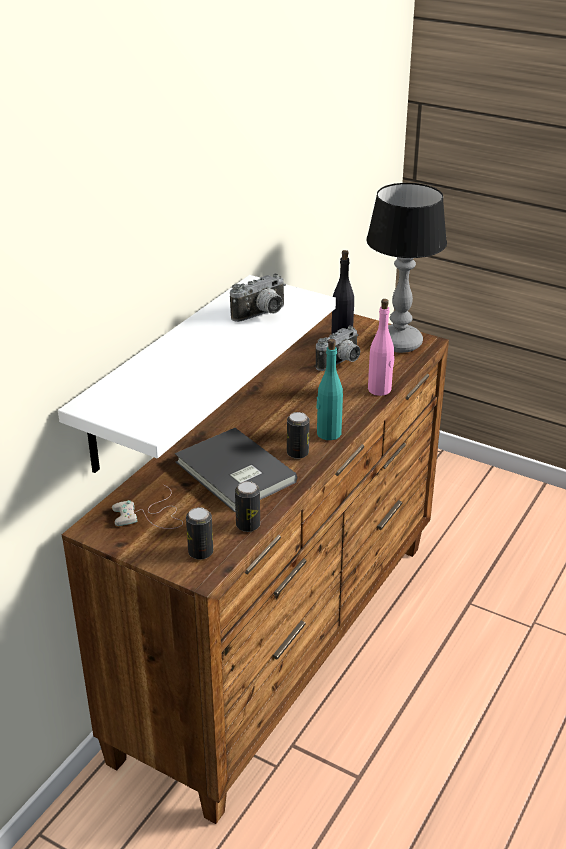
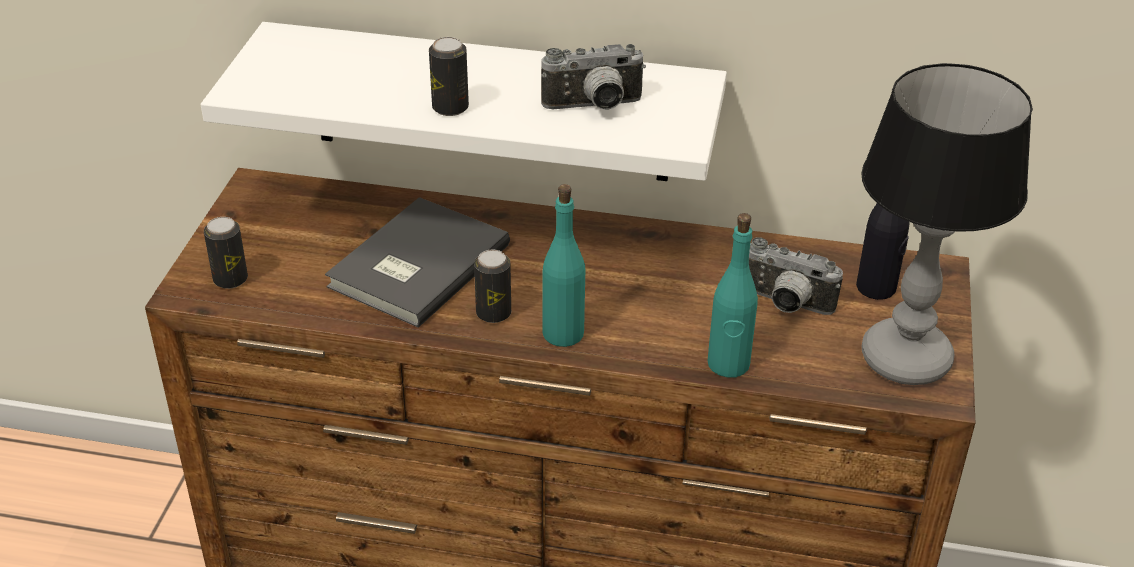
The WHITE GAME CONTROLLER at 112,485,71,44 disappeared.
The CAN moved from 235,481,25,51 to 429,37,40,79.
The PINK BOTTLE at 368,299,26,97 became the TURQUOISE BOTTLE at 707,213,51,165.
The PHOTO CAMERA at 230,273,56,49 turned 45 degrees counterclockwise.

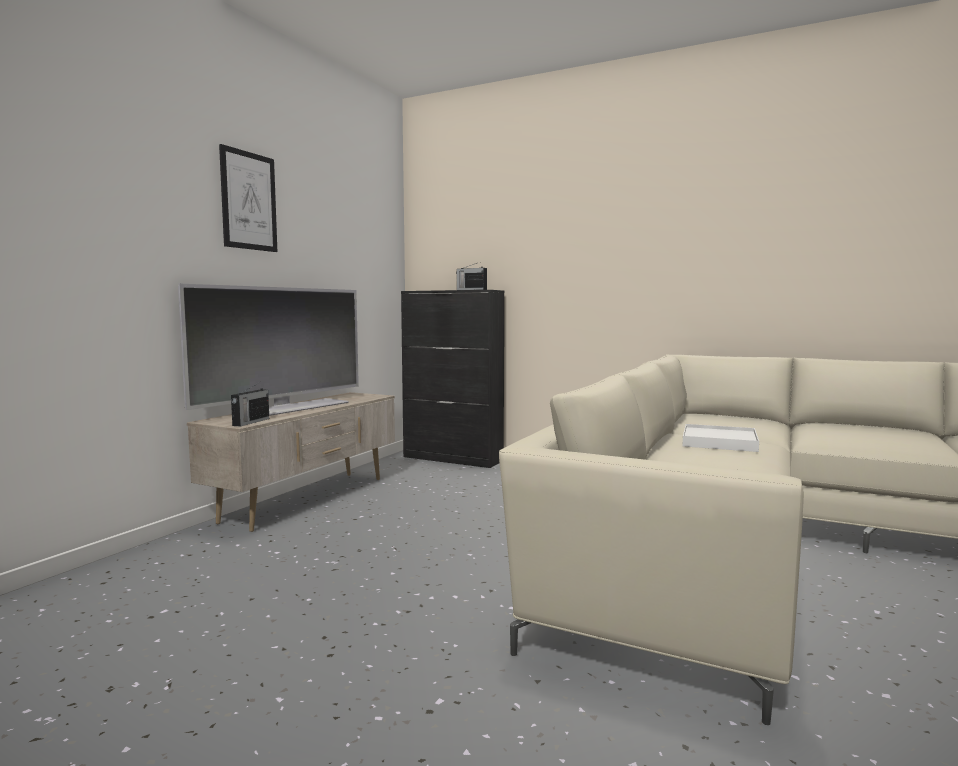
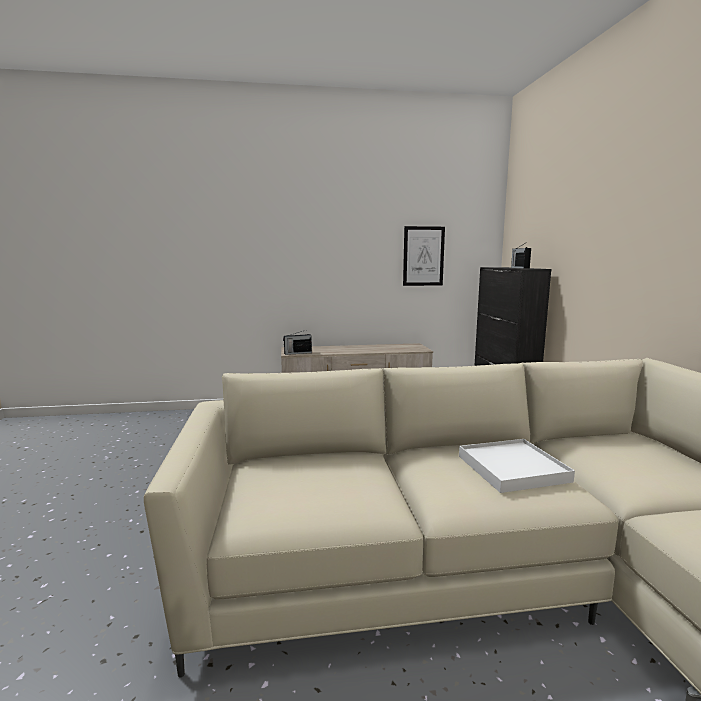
The TELEVISION at 178,284,181,132 disappeared.
The PICTURE moved from 219,144,58,108 to 403,226,42,60.

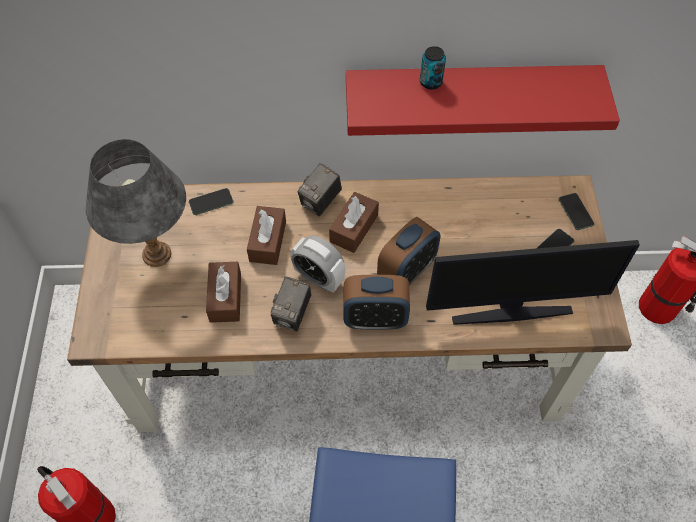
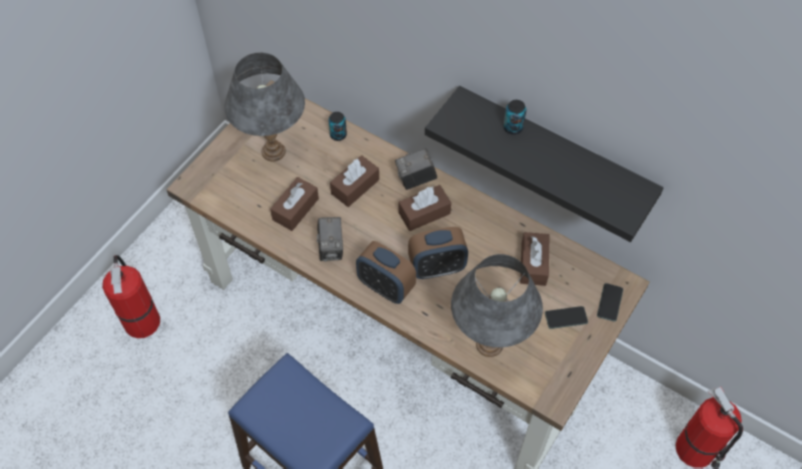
The ALARM CLOCK at 290,235,55,58 disappeared.
The BROWN TISSUE BOX at 520,232,30,54 appeared.
The PHONE at 189,188,44,27 was replaced by the CAN at 328,112,19,29.
The MONITOR at 426,240,214,85 was replaced by the GREY TABLE LAMP at 451,254,92,103.
The RED SHELF at 346,65,274,71 became the BLACK SHELF at 425,86,239,156.
The PHOTO CAMERA at 271,276,41,55 turned 60 degrees counterclockwise.

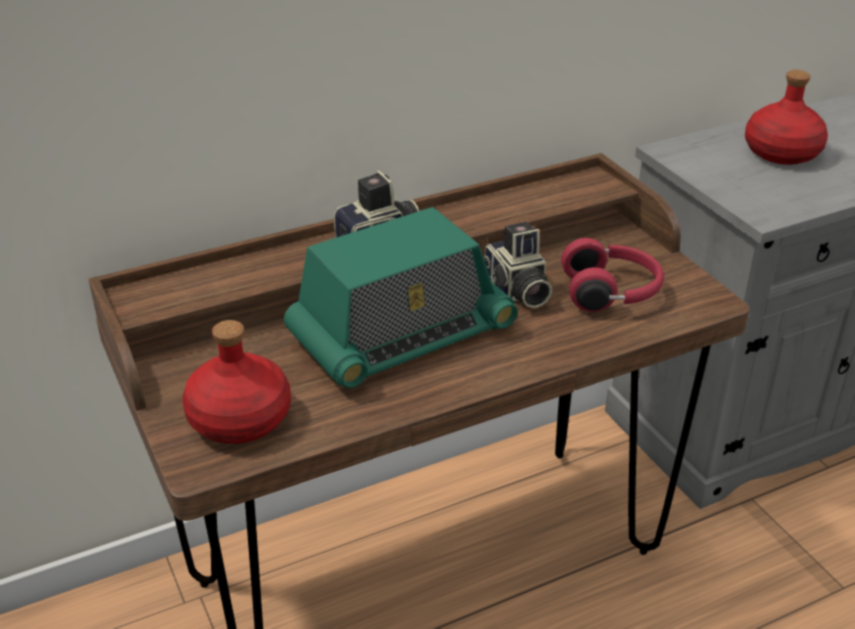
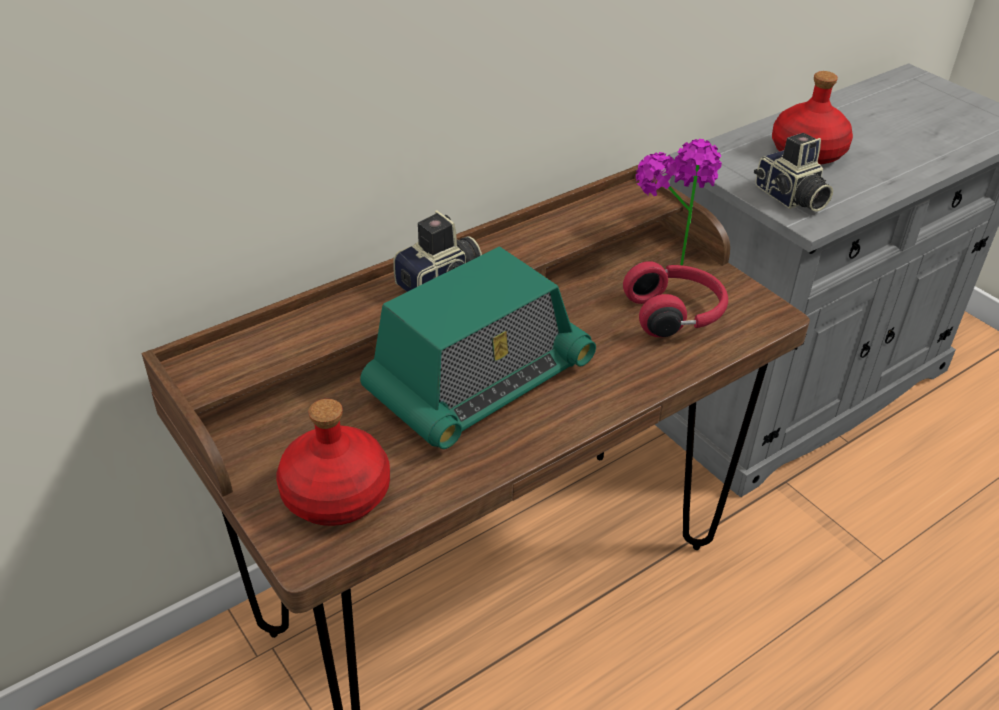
The POTTED PLANT at 636,139,86,126 appeared.
The PHOTO CAMERA moved from 483,222,69,86 to 754,133,79,79.

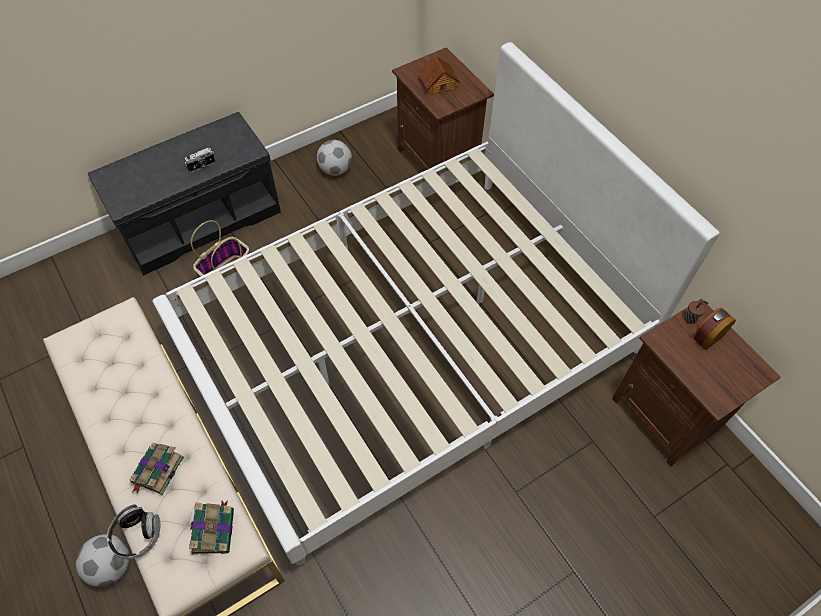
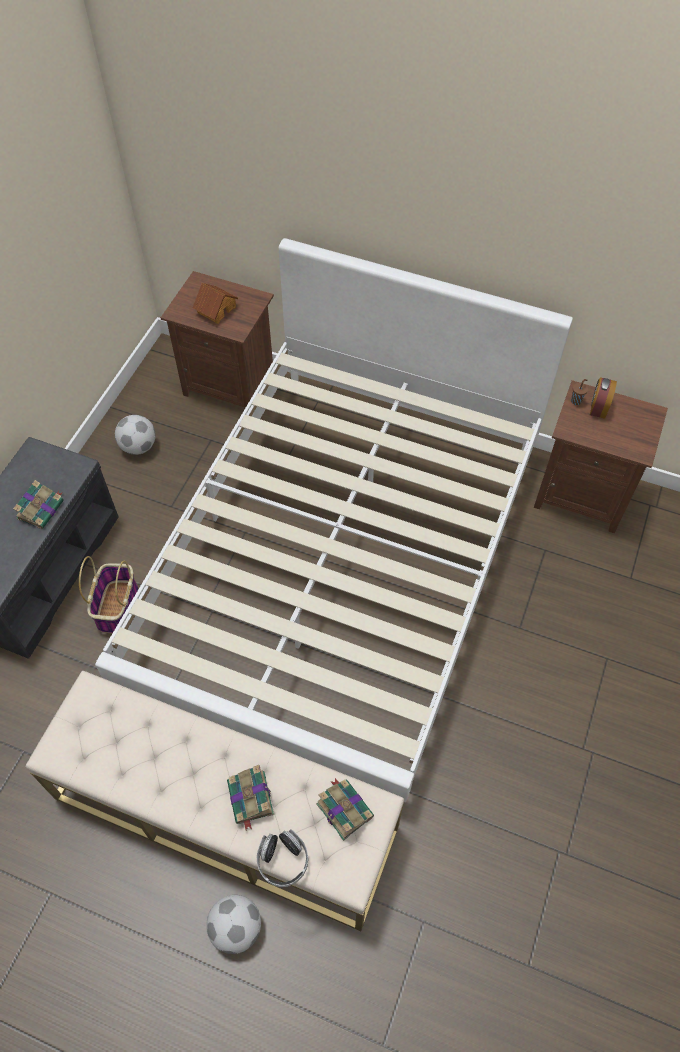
The PHOTO CAMERA at 184,148,31,24 was replaced by the BOOK at 13,480,51,49.

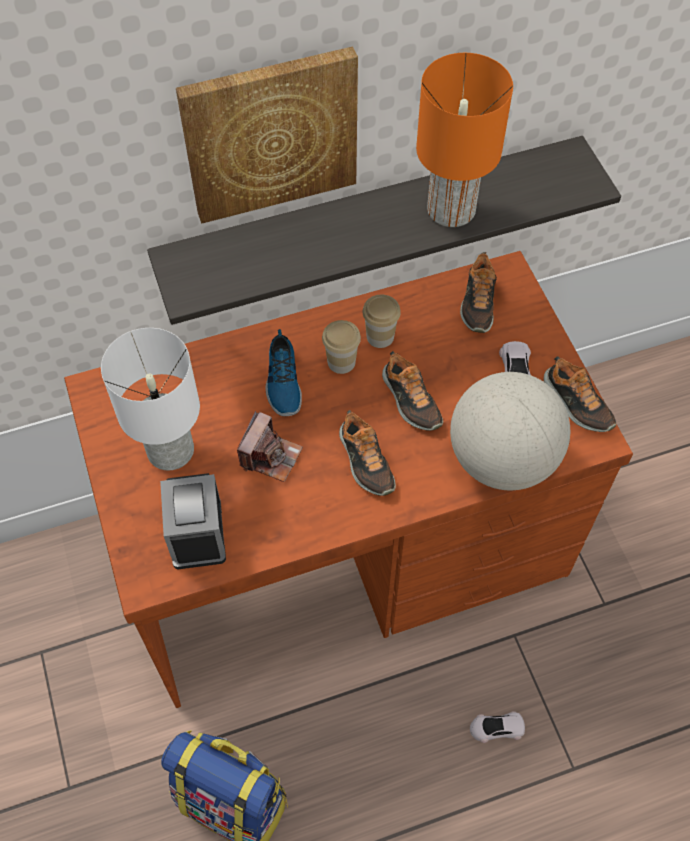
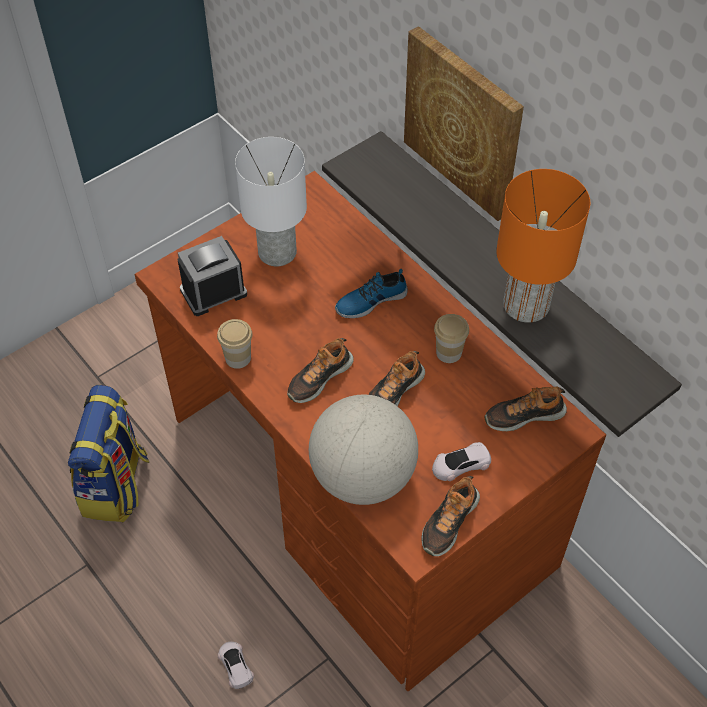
The PHOTO CAMERA at 237,411,66,71 disappeared.
The CUP moved from 322,320,39,54 to 217,319,36,50.

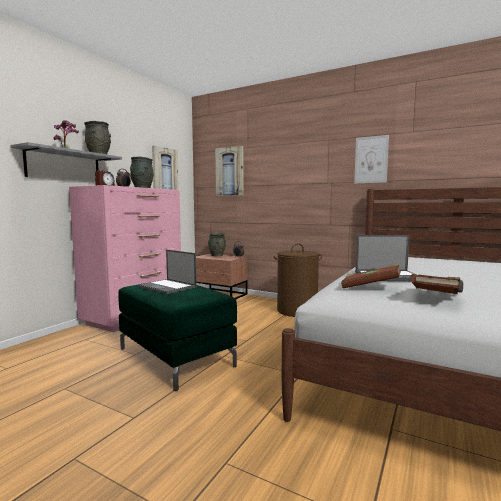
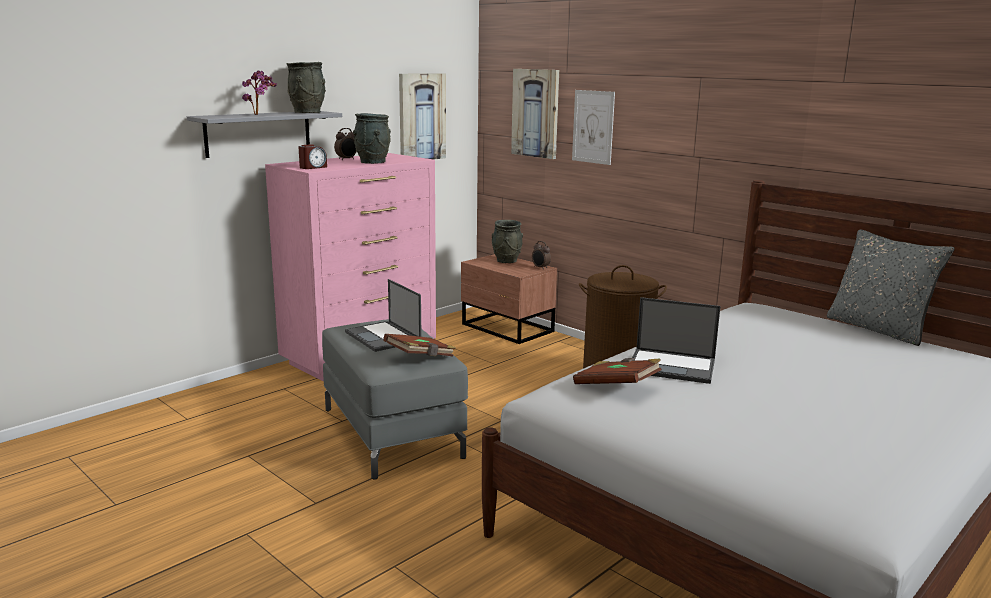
The GREY PILLOW at 827,229,128,117 appeared.
The PICTURE moved from 354,135,35,49 to 572,90,43,75.
The BROWN BOOK moved from 410,274,53,20 to 383,334,73,22.
The GREEN OTTOMAN at 118,283,119,108 became the GREY OTTOMAN at 322,319,146,161.

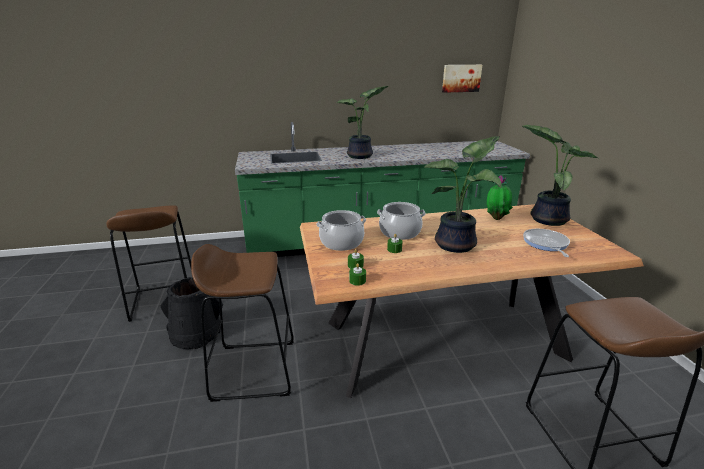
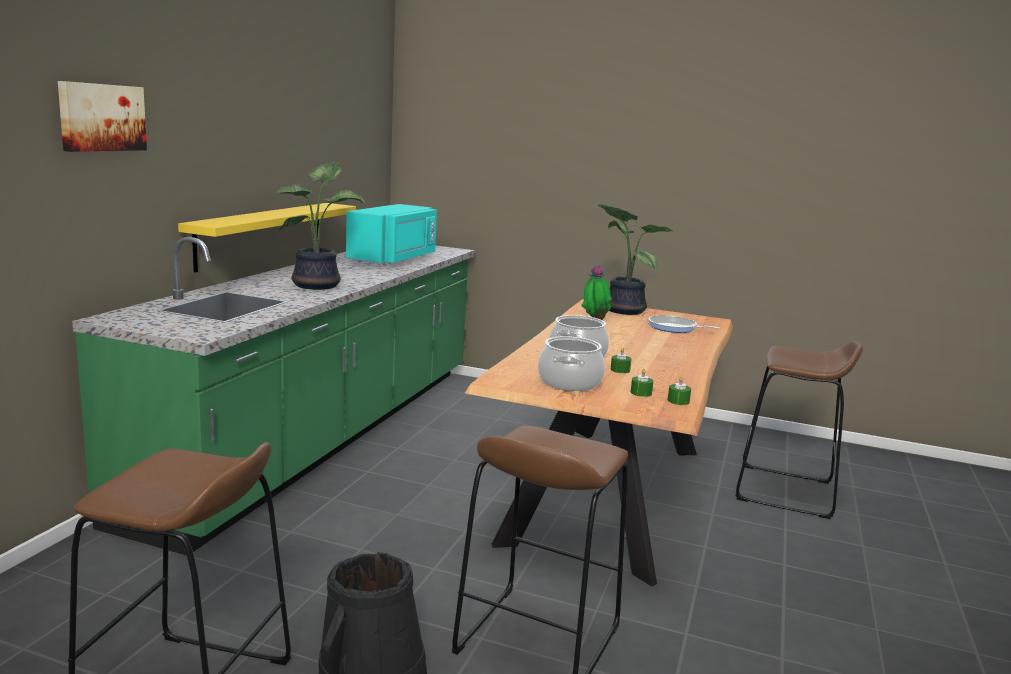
The POTTED PLANT at 424,136,78,117 disappeared.
The YELLOW SHELF at 178,203,178,69 appeared.
The TURQUOISE MICROWAVE at 346,204,91,62 appeared.
The PICTURE moved from 442,65,40,28 to 58,81,89,71.

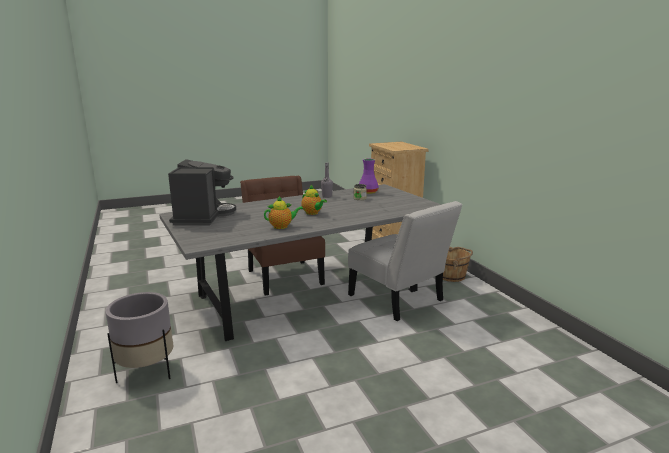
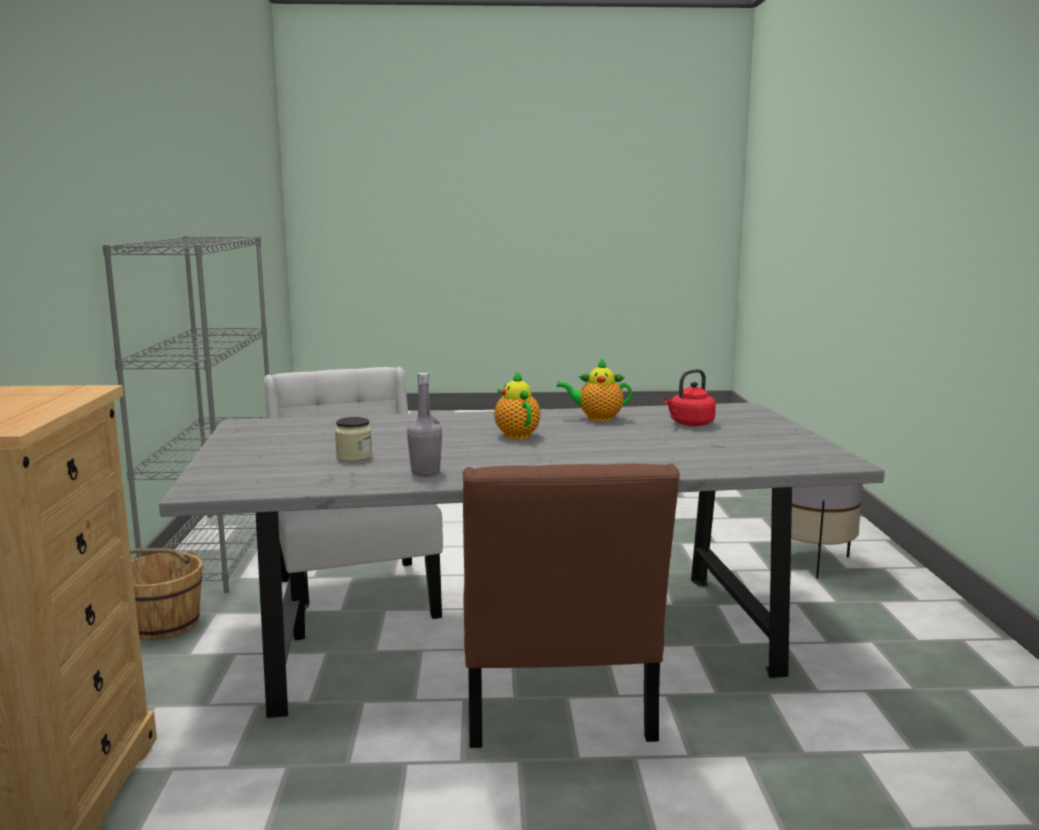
The COFFEE MACHINE at 168,159,68,67 disappeared.
The PURPLE VASE at 359,159,20,35 disappeared.
The GREY BOOKCASE at 103,236,166,357 appeared.
The RED KETTLE at 664,369,52,57 appeared.

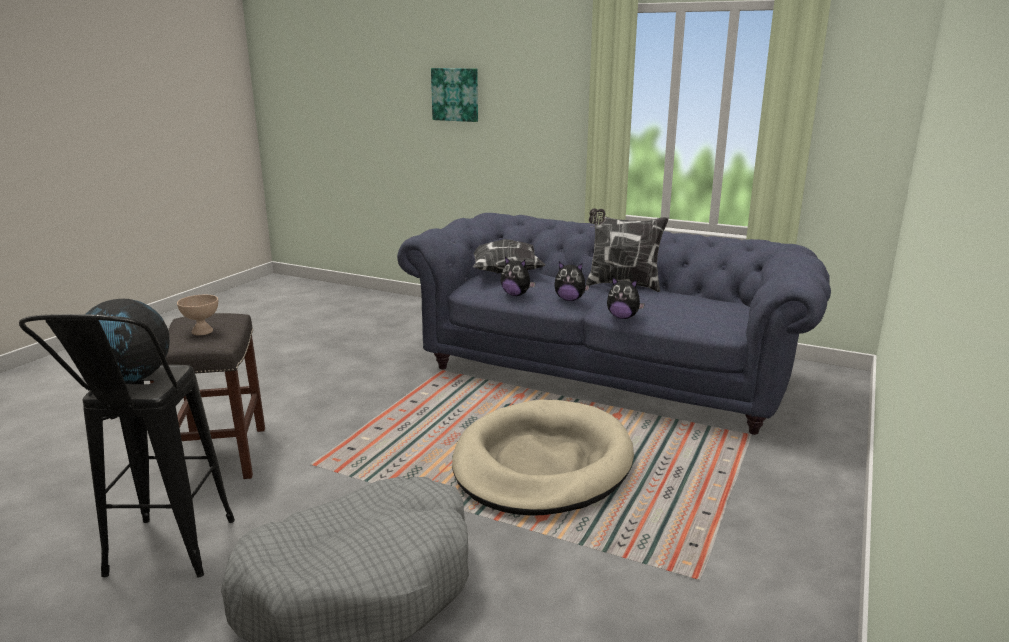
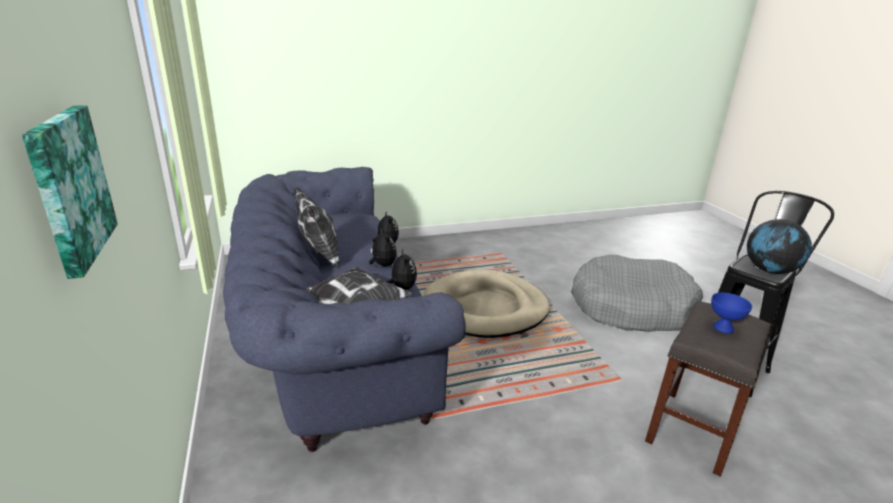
The BEIGE BOWL at 177,295,41,40 became the BLUE BOWL at 711,293,41,40.

